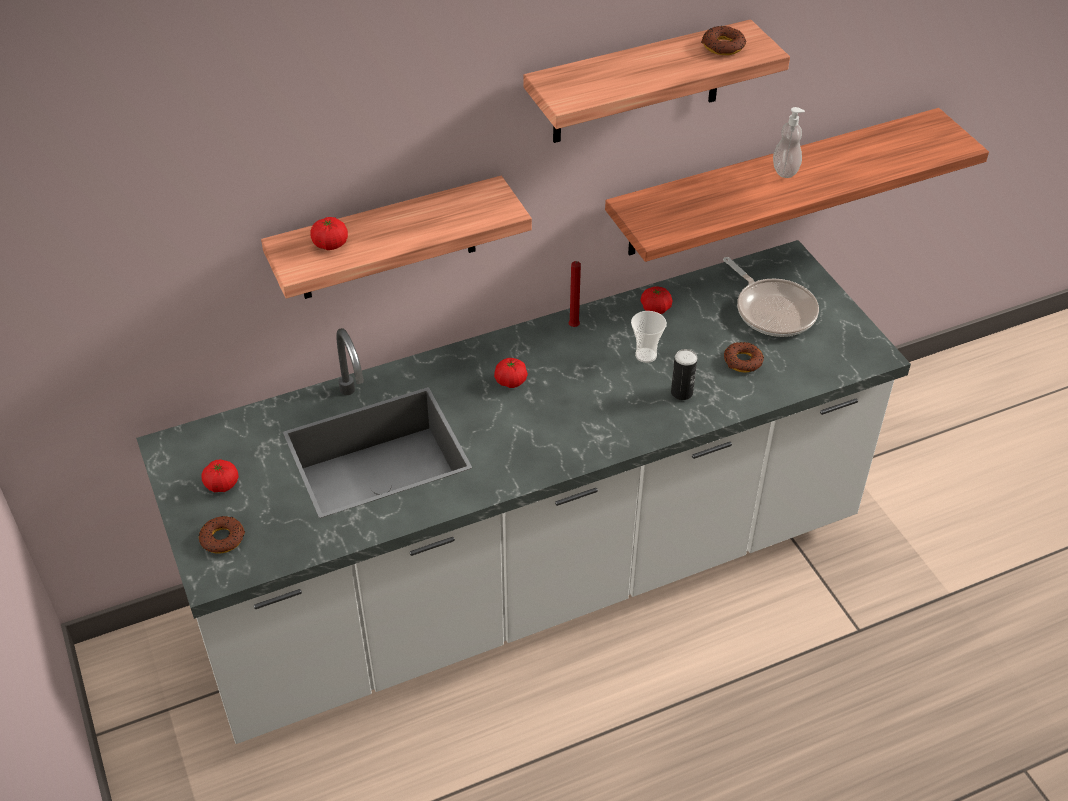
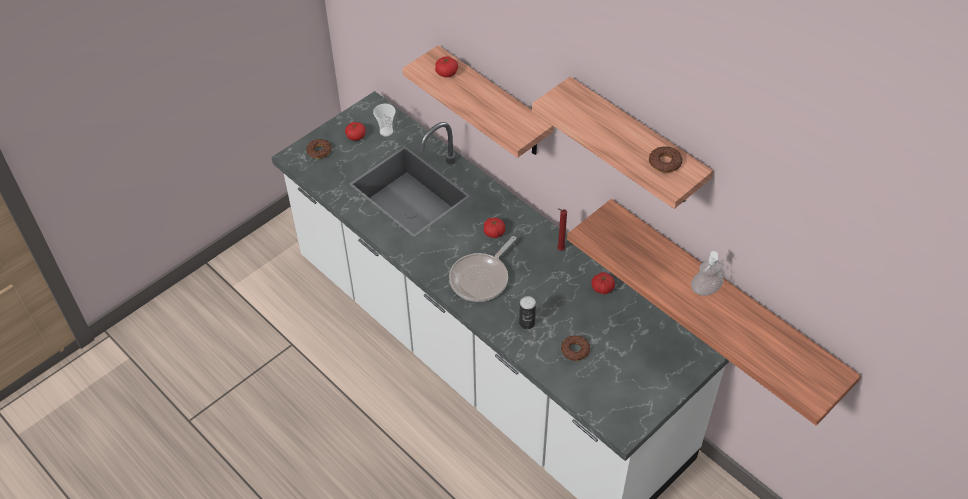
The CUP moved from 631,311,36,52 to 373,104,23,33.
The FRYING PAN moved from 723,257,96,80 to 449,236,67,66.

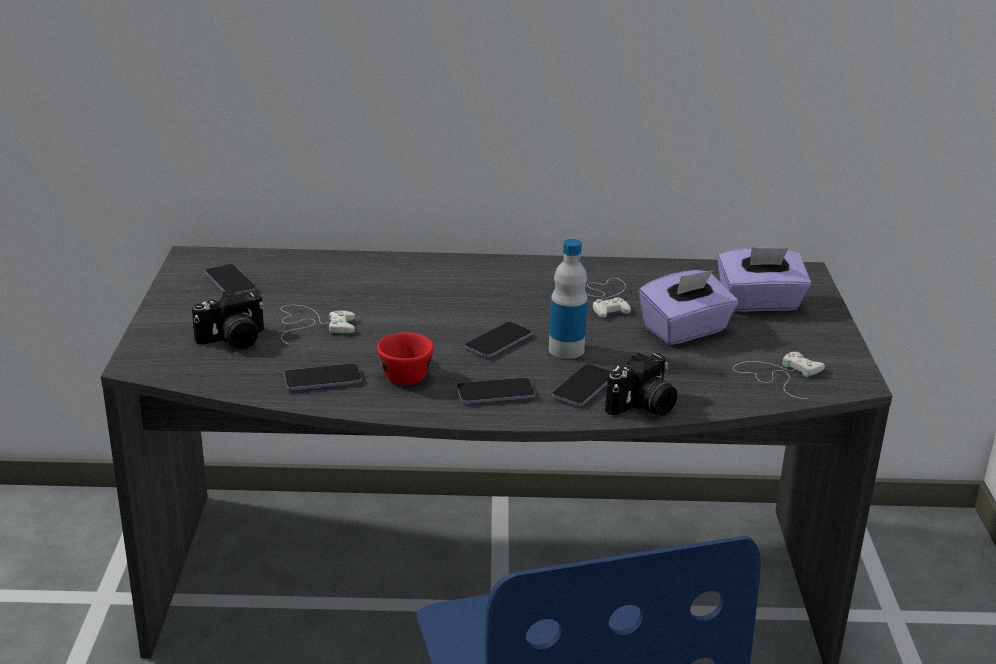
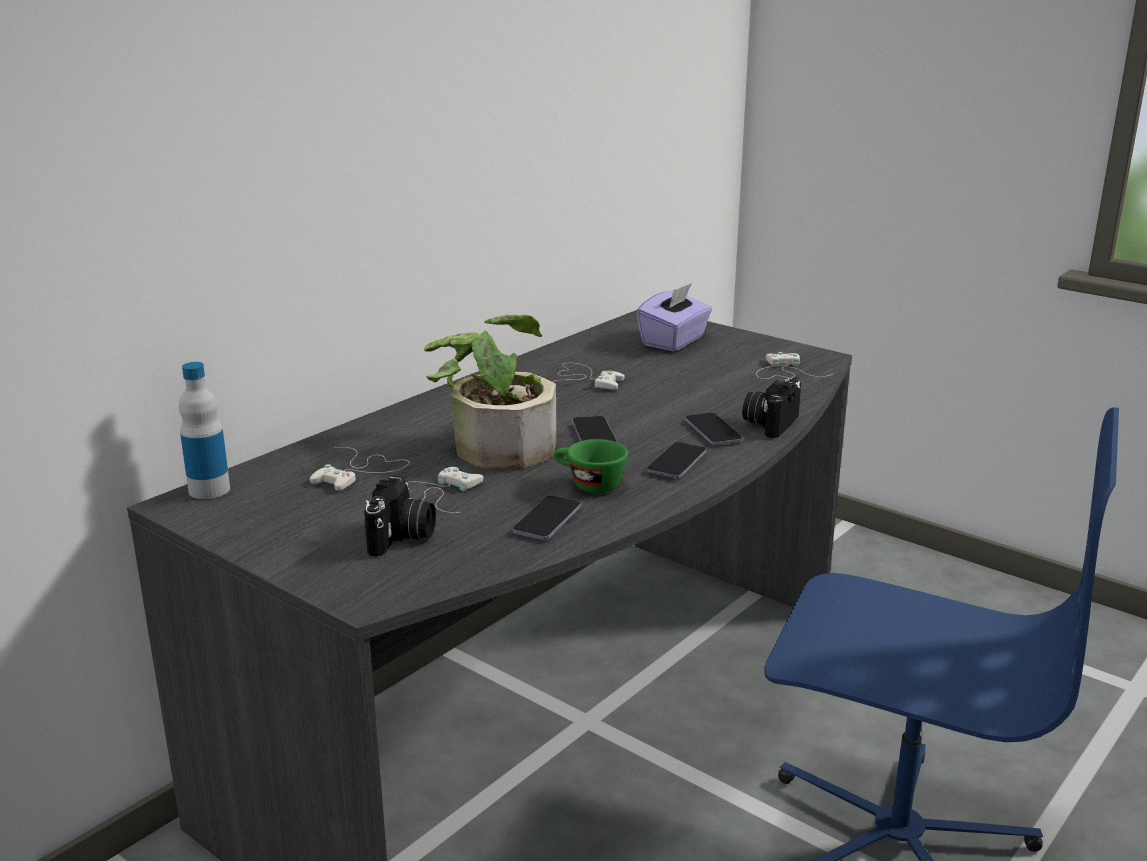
The PHONE at 205,264,51,31 disappeared.
The PURPLE TISSUE BOX at 639,270,99,75 disappeared.
The WHITE GAME CONTROLLER at 310,447,99,44 appeared.
The POTTED PLANT at 424,314,132,155 appeared.
The BOTTLE moved from 549,239,39,120 to 179,362,51,137.
The RED CUP at 377,332,57,53 became the GREEN CUP at 554,439,74,54.
The PHOTO CAMERA at 605,353,72,63 turned 150 degrees counterclockwise.

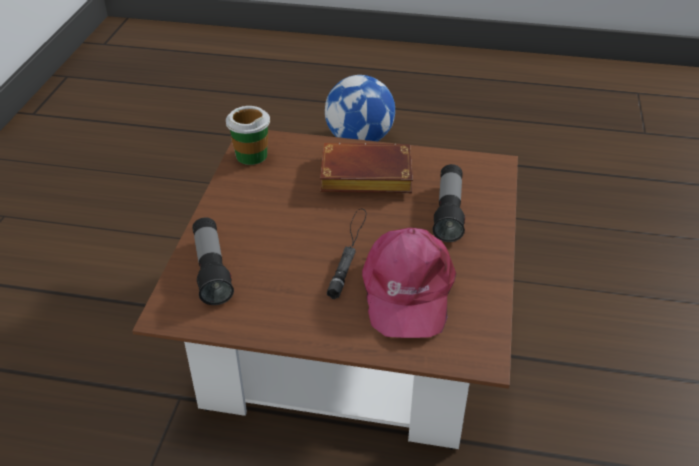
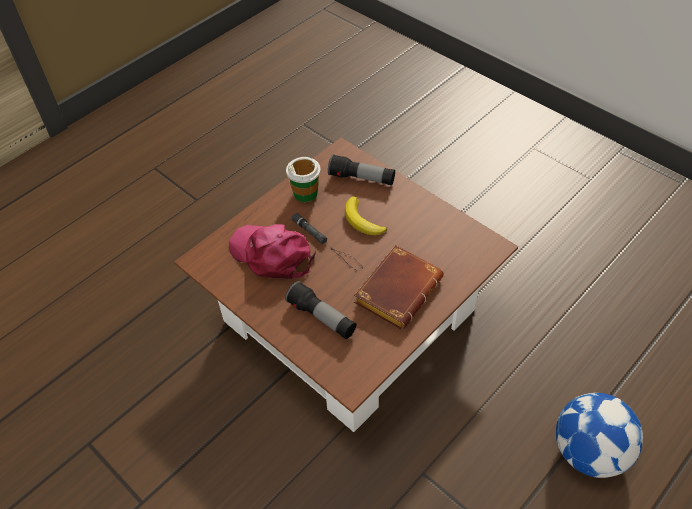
The BANANA at 345,196,42,39 appeared.
The CUP moved from 226,106,44,59 to 286,157,35,45.

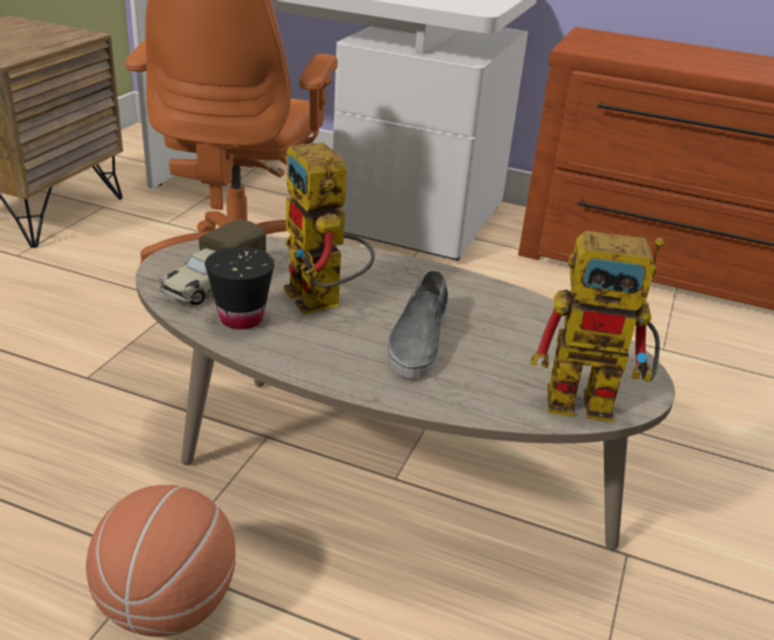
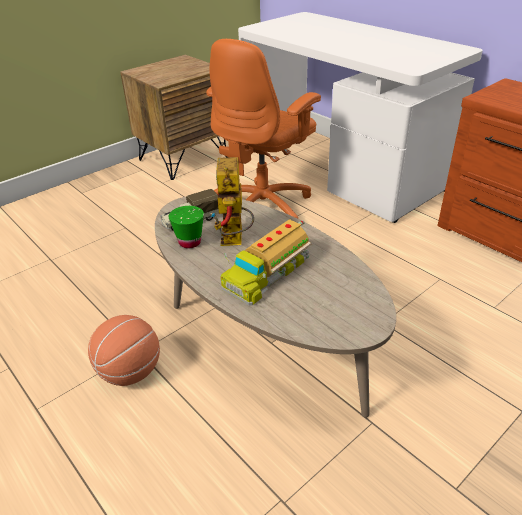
The TOY ROBOT at 531,231,133,191 disappeared.
The GREY SHOE at 387,270,61,108 was replaced by the TOY TRUCK at 221,219,90,87.
The BLACK CUP at 205,247,70,82 became the GREEN CUP at 168,206,36,43.

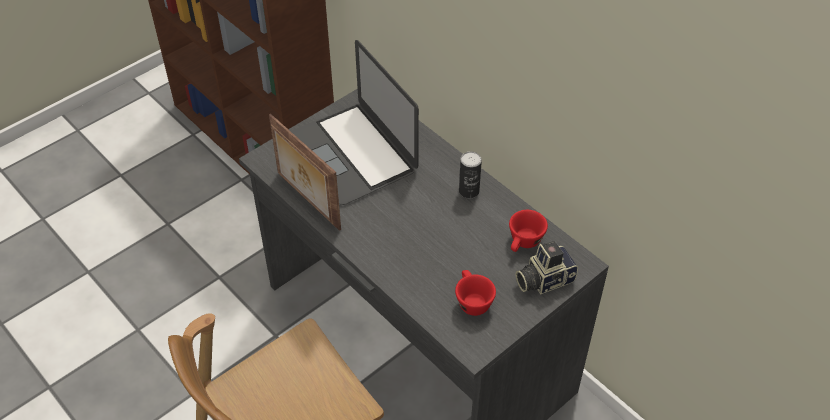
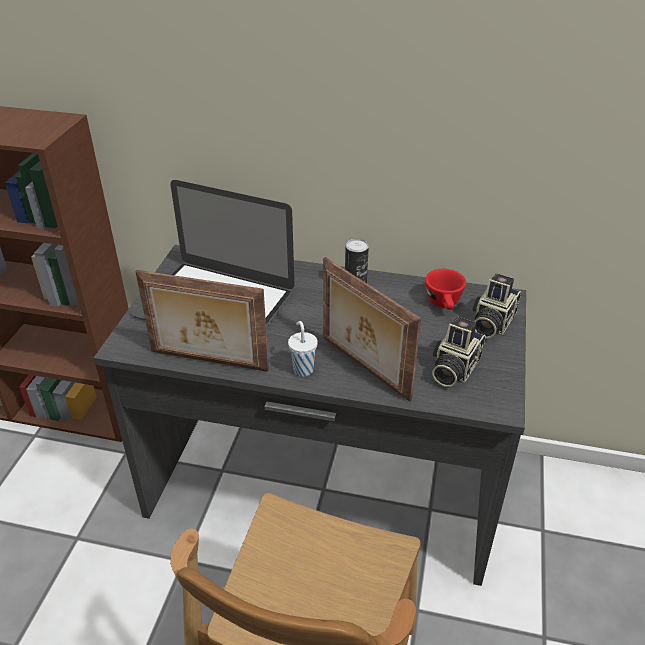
The WHITE CUP at 288,321,30,56 appeared.
The PICTURE FRAME at 323,257,98,145 appeared.
The RED CUP at 455,270,41,46 was replaced by the PHOTO CAMERA at 432,317,54,70.

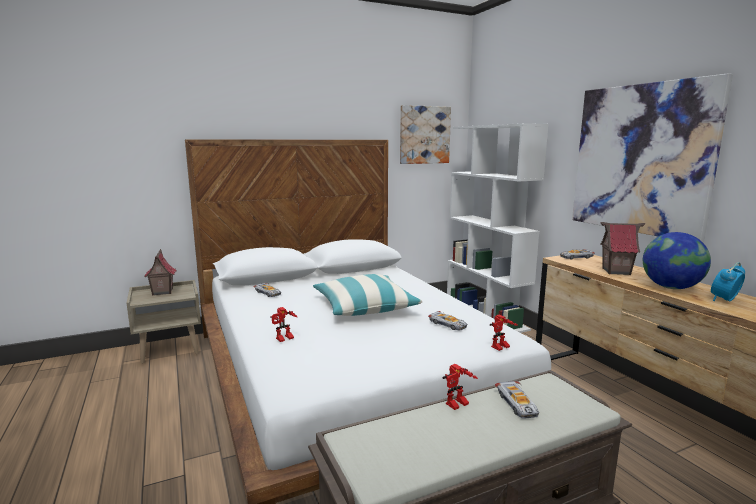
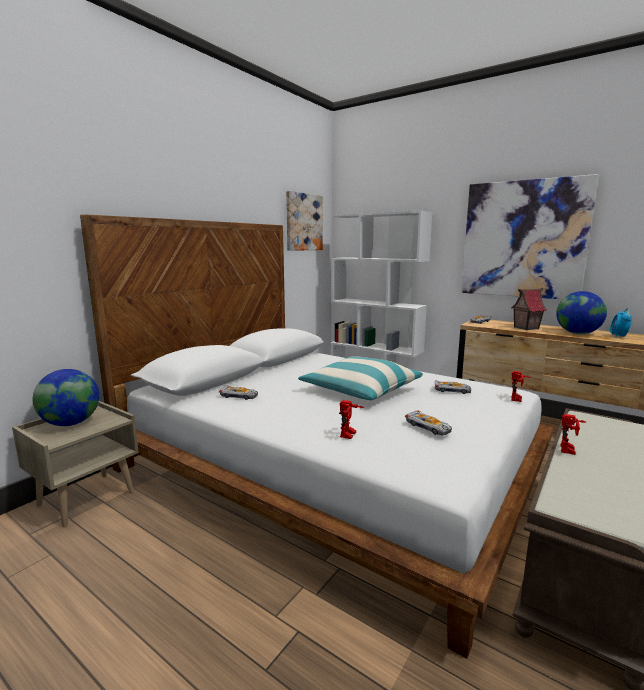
The TOY CAR moved from 495,381,44,38 to 405,411,47,25.
The TOY HOUSE at 144,249,33,47 was replaced by the GLOBE at 33,369,66,57.

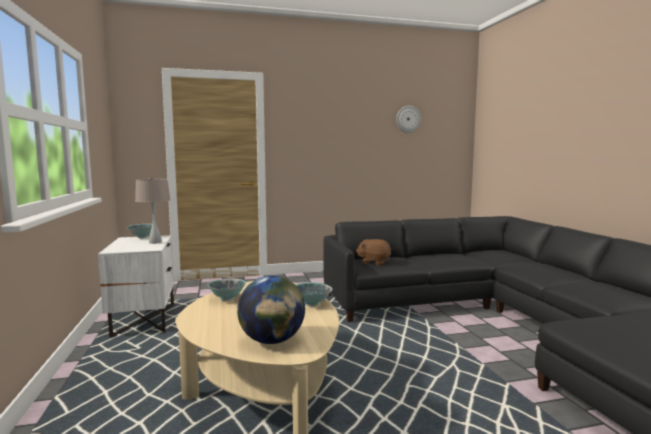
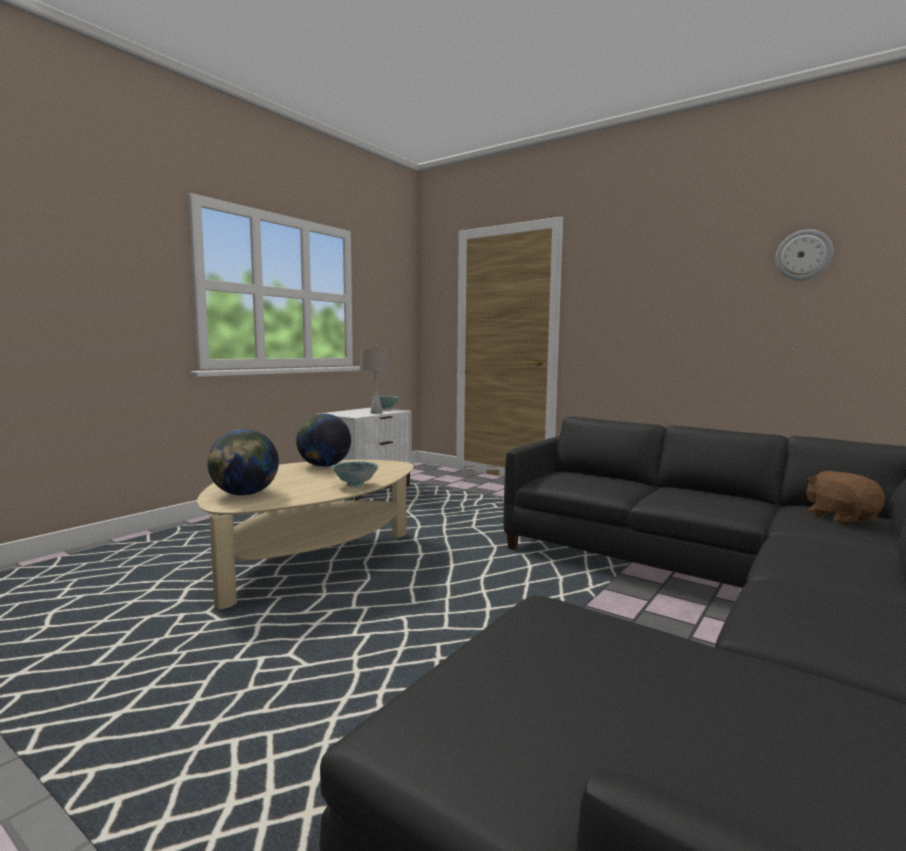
The BROWN PLUSH TOY moved from 356,239,35,27 to 806,471,79,53.
The BOWL at 207,279,39,22 was replaced by the GLOBE at 296,413,55,54.

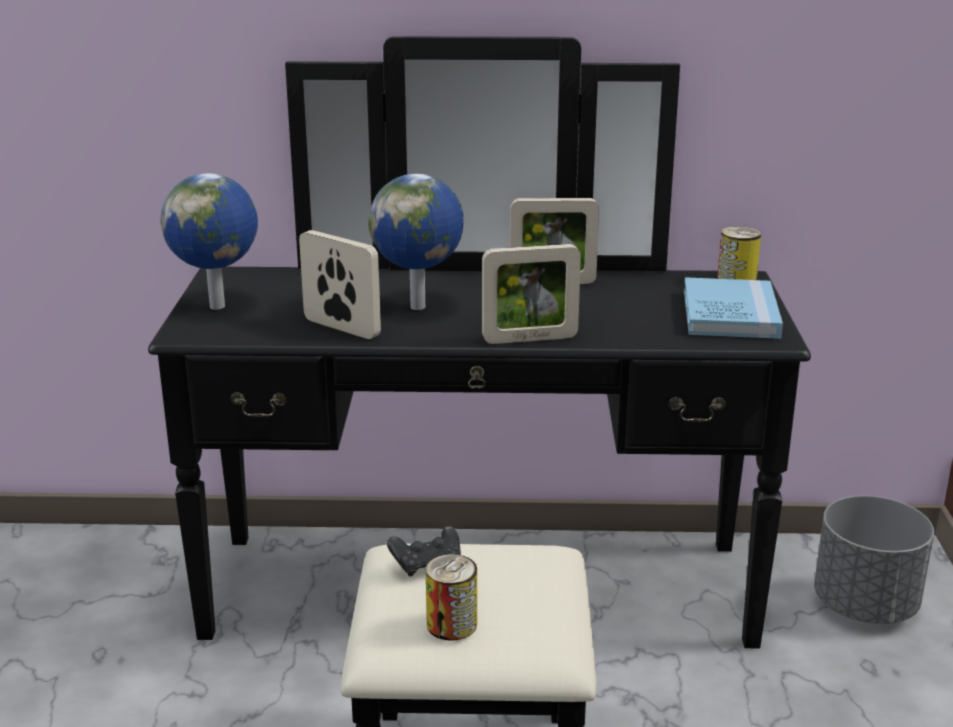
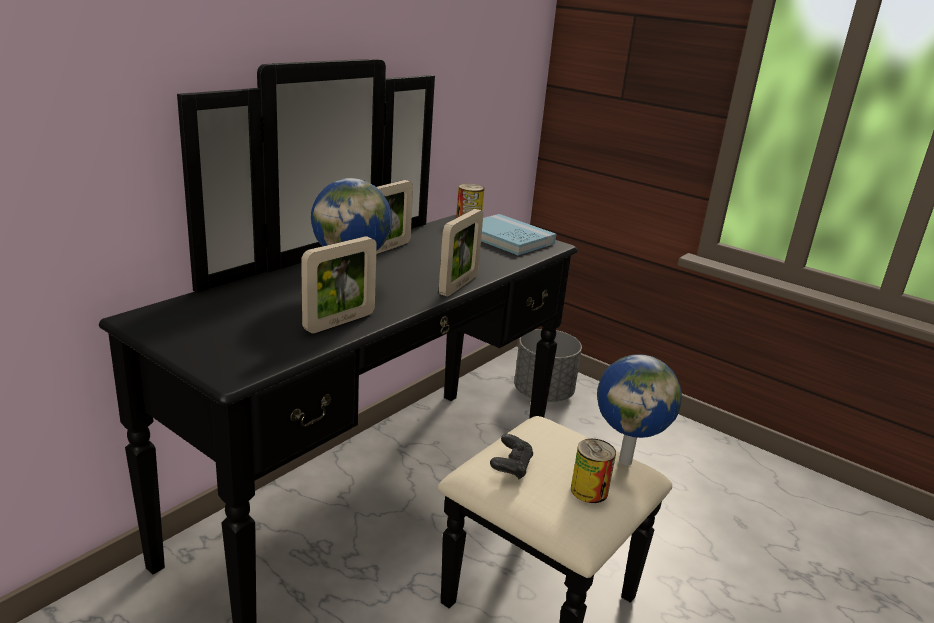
The GLOBE moved from 161,173,97,137 to 597,354,85,112.
The PICTURE FRAME at 299,230,82,109 turned 150 degrees clockwise.

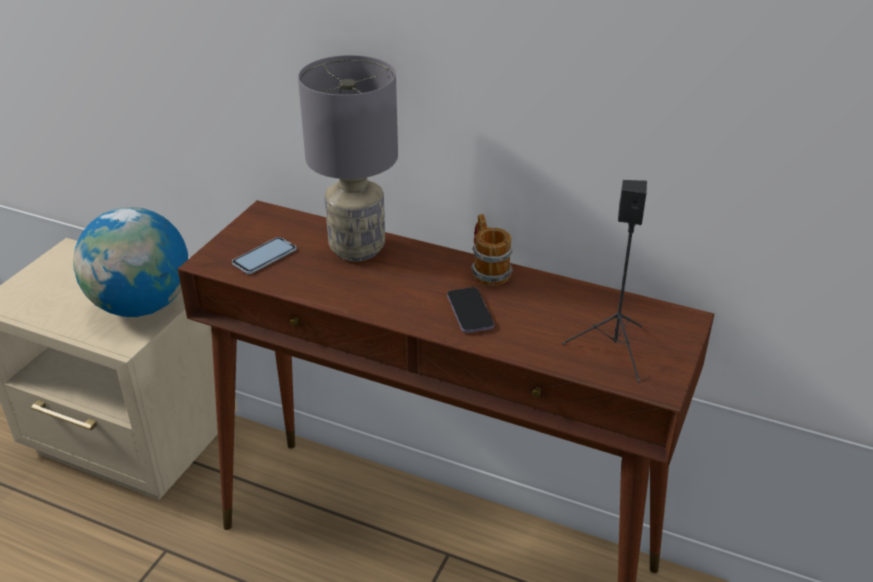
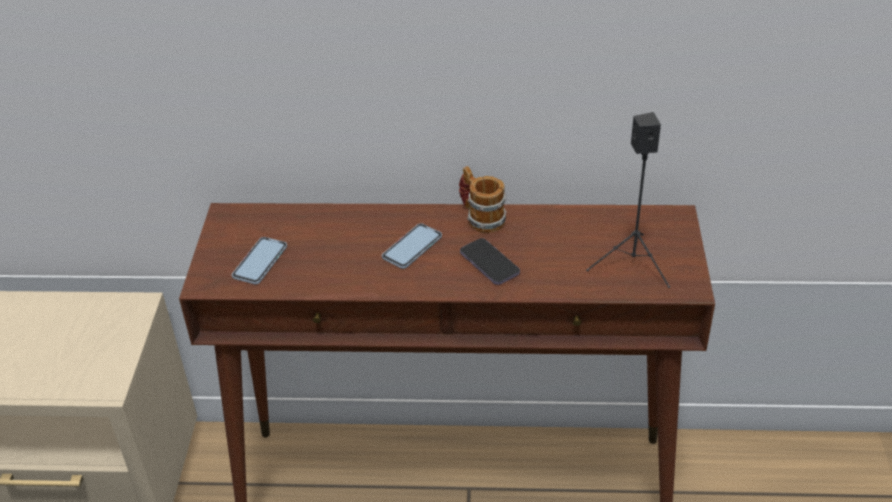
The GLOBE at 73,207,115,110 disappeared.
The GREY TABLE LAMP at 298,55,100,206 disappeared.
The PHONE at 382,223,60,46 appeared.

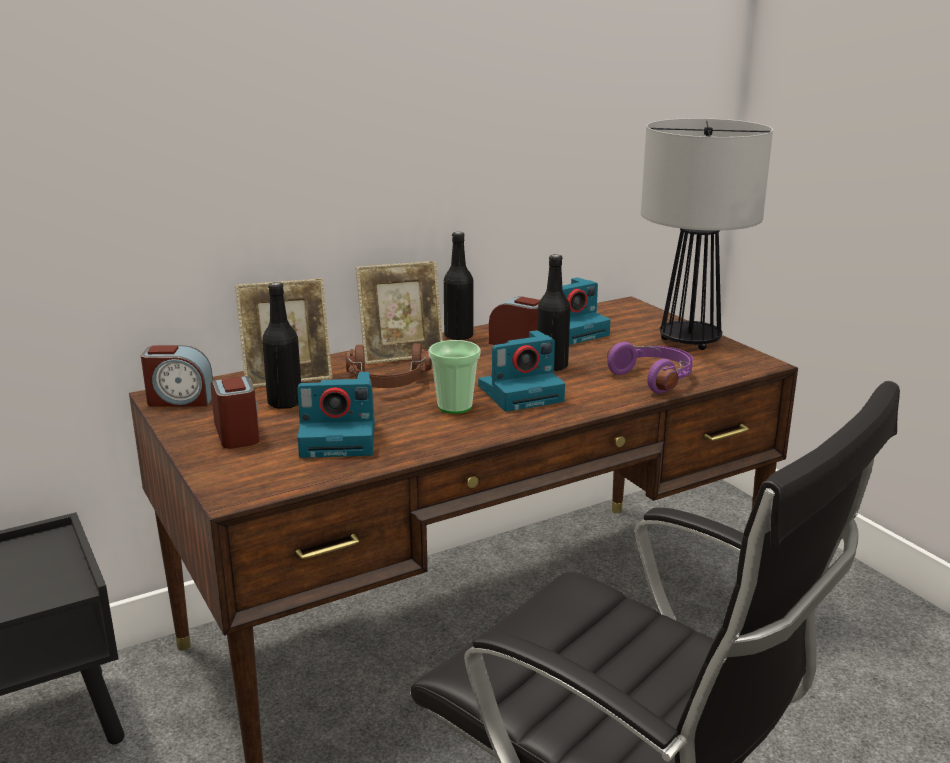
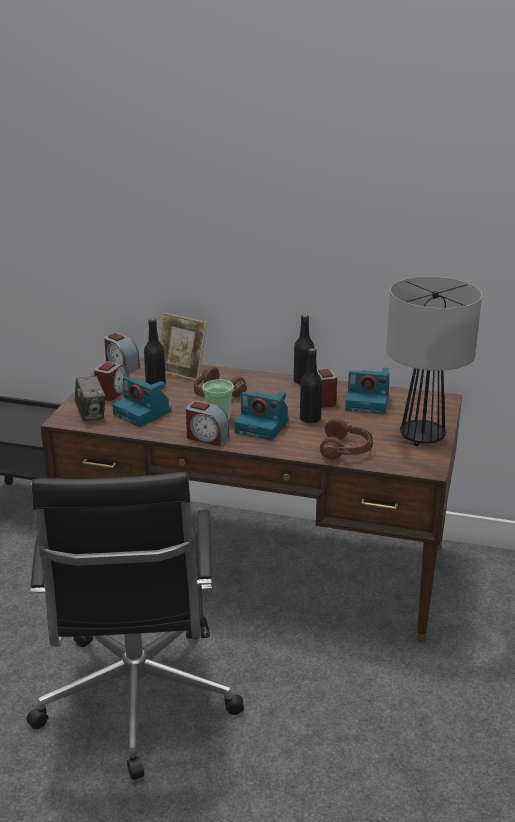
The PICTURE FRAME at 356,261,87,103 disappeared.
The PHOTO CAMERA at 75,376,30,45 appeared.
The ALARM CLOCK at 186,401,43,45 appeared.
The PURPLE HEADPHONES at 607,342,86,52 became the BROWN HEADPHONES at 320,418,53,41.

